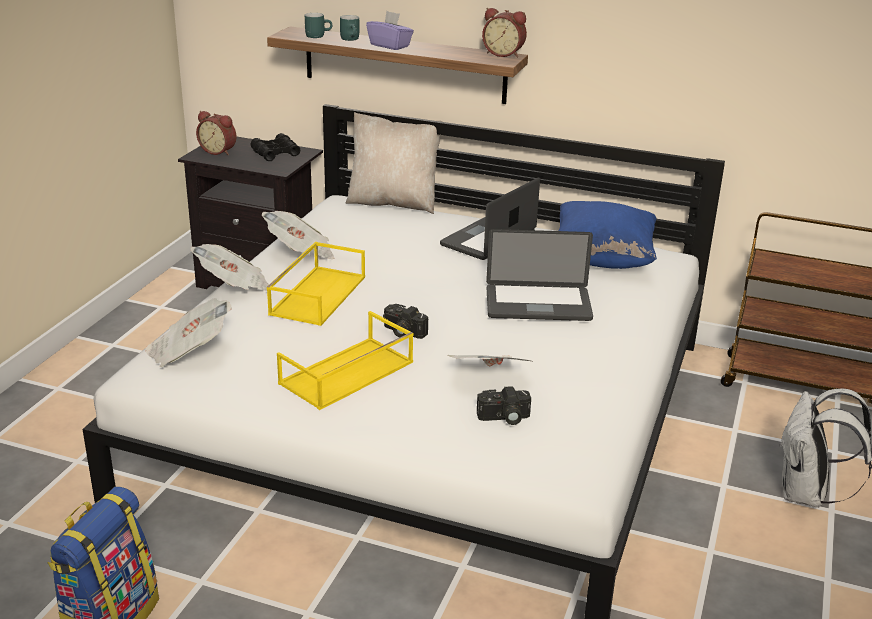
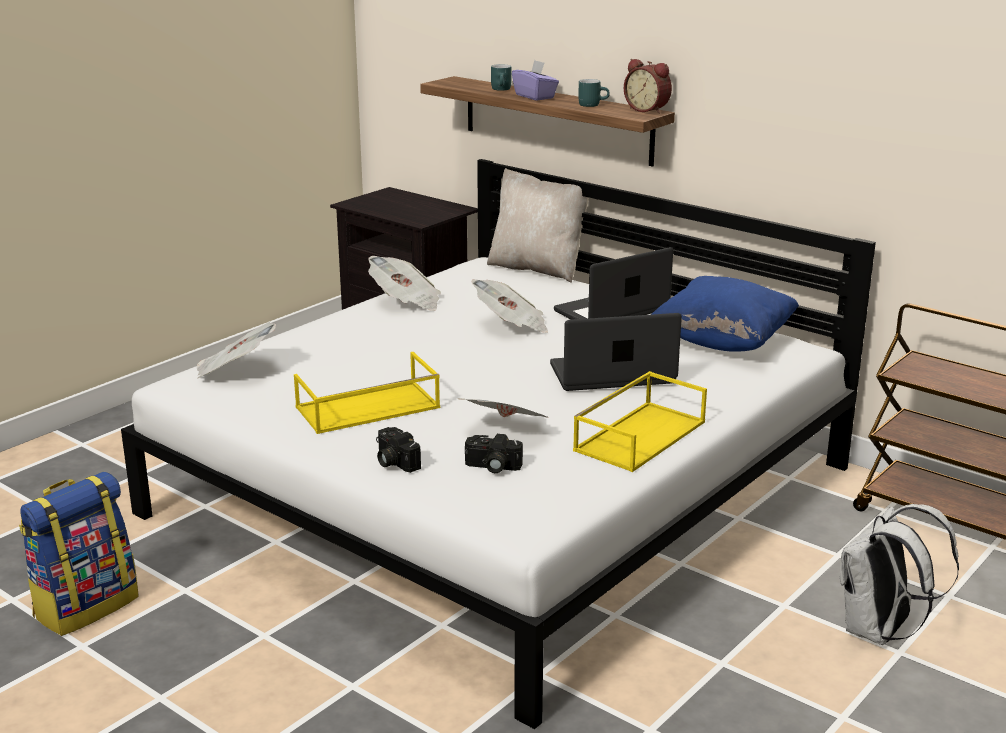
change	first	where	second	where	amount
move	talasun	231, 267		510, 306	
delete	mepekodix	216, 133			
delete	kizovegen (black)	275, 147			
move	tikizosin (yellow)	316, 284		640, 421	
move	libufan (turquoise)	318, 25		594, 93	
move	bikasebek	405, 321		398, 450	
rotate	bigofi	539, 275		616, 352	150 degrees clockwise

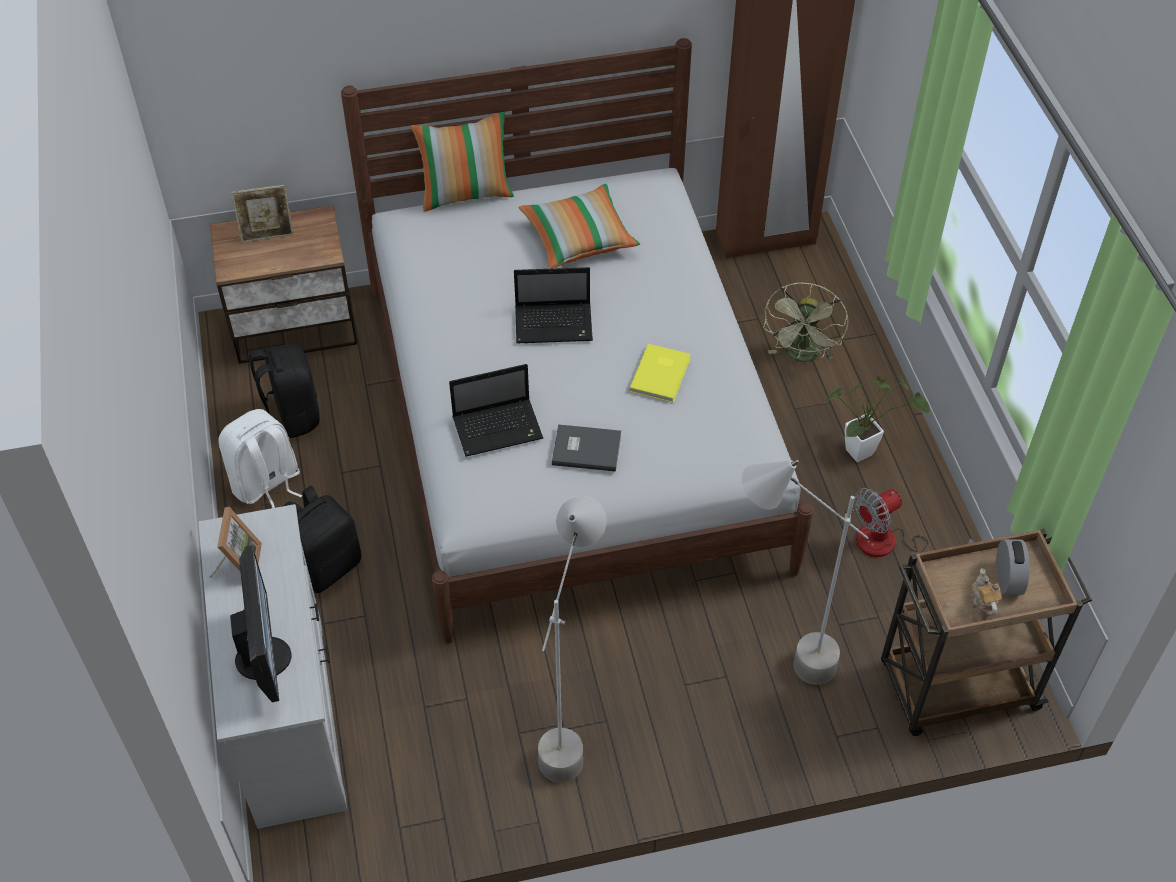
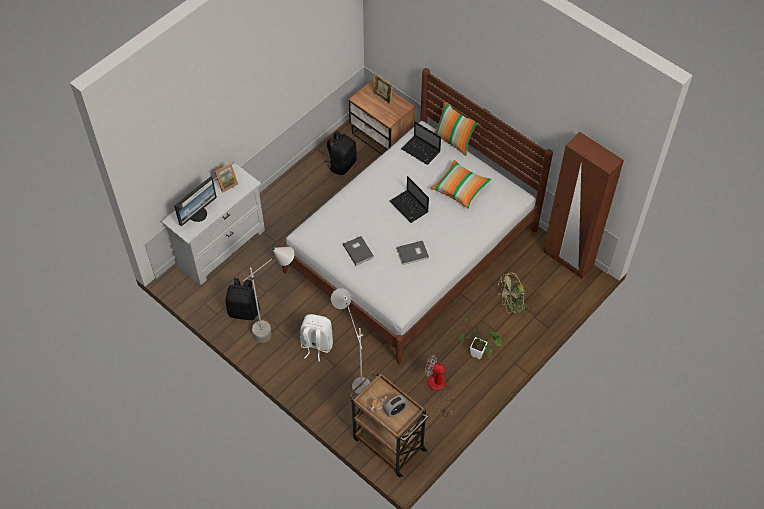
change	first	where	second	where	amount
move	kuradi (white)	260, 458		316, 337	
move	kuradi (black)	322, 539		242, 299	
move	bigofi	496, 410		421, 143	
recolor	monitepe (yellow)	660, 373	monitepe (grey)	412, 253	

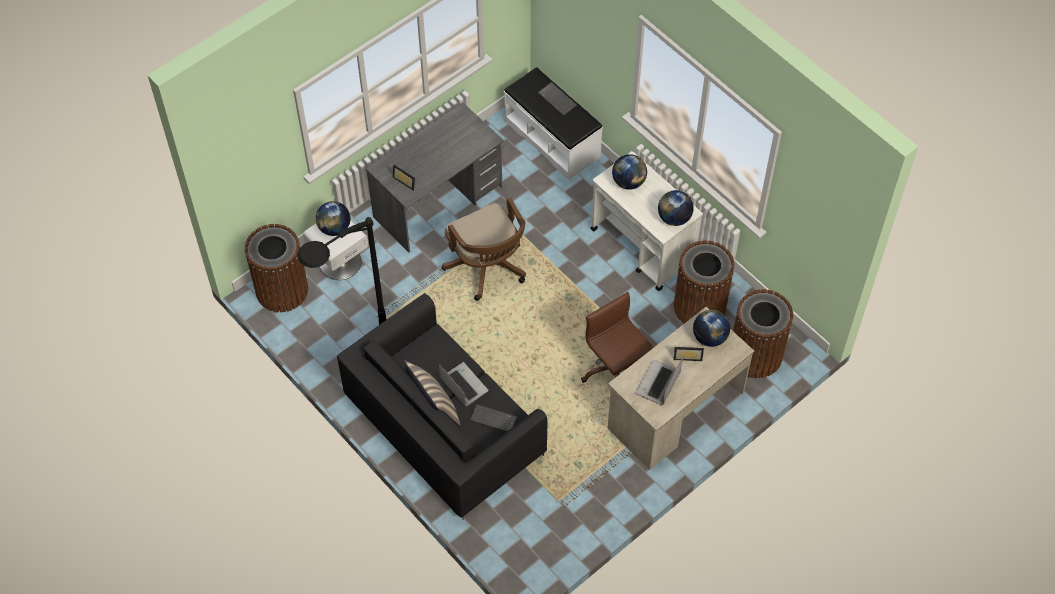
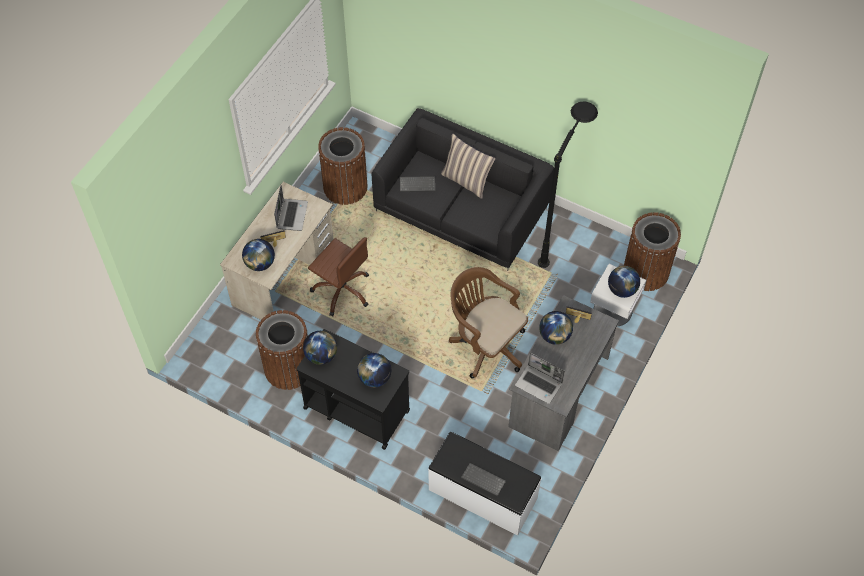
change	first	where	second	where	amount
move	bigofi	464, 384		540, 378	
recolor	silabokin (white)	646, 221	silabokin (black)	353, 389	
move	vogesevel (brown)	763, 333		343, 166	
insert			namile	556, 328	

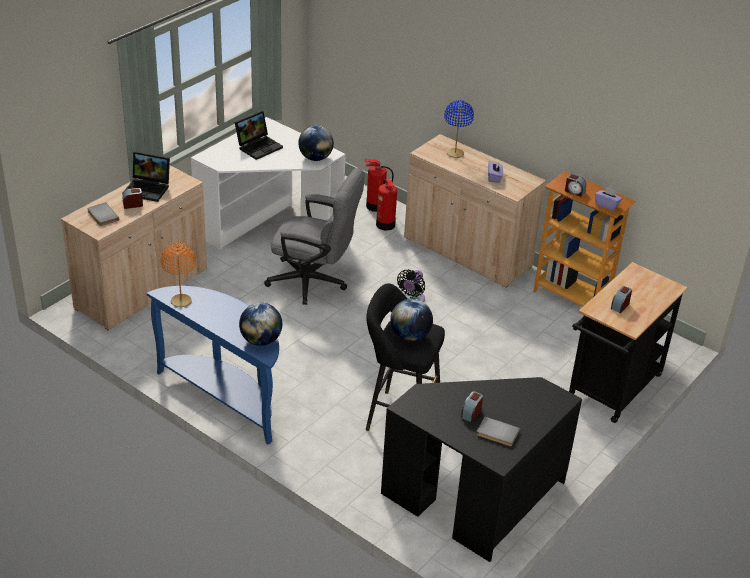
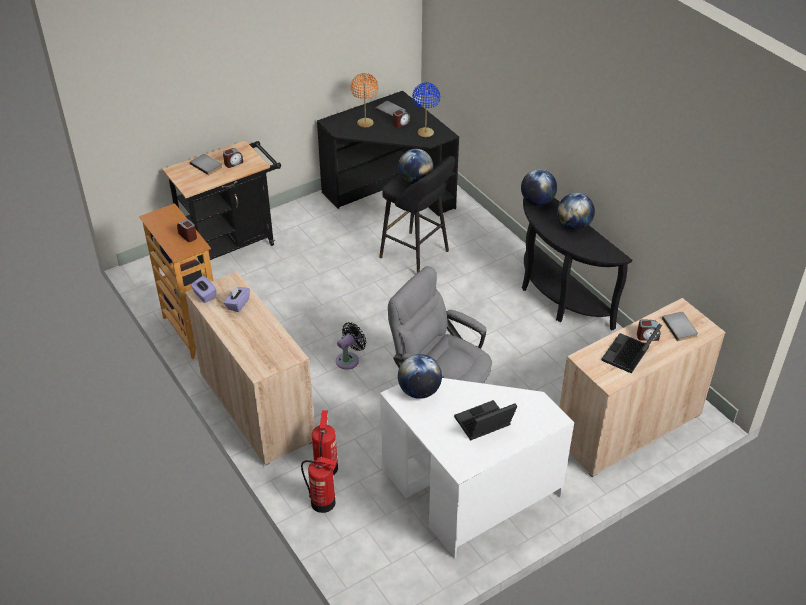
change	first	where	second	where	amount
rotate	bigofi	146, 176		631, 349	90 degrees counterclockwise
recolor	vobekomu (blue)	213, 365	vobekomu (black)	577, 263	
move	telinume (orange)	178, 274		364, 100	
move	telinume (blue)	459, 129		426, 109	
move	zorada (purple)	608, 199		204, 289	
insert			monitepe (grey)	206, 164	
insert			namile	576, 211	

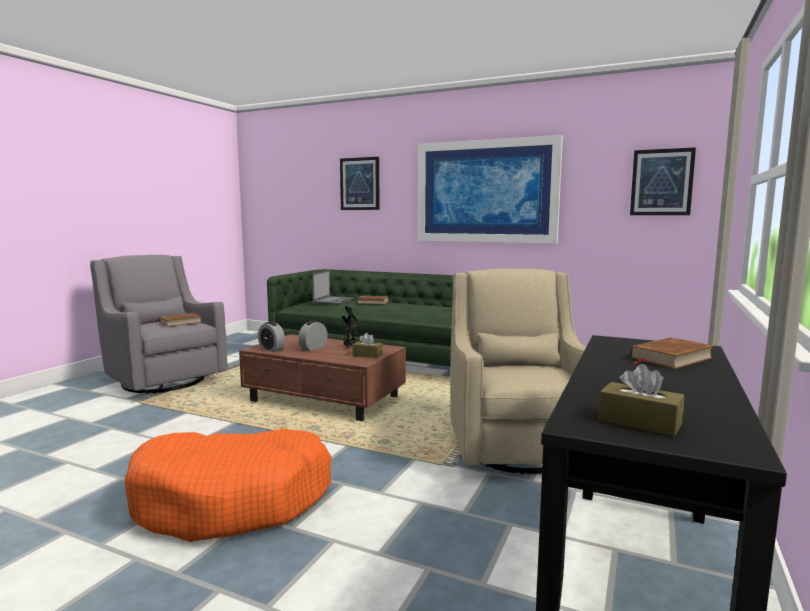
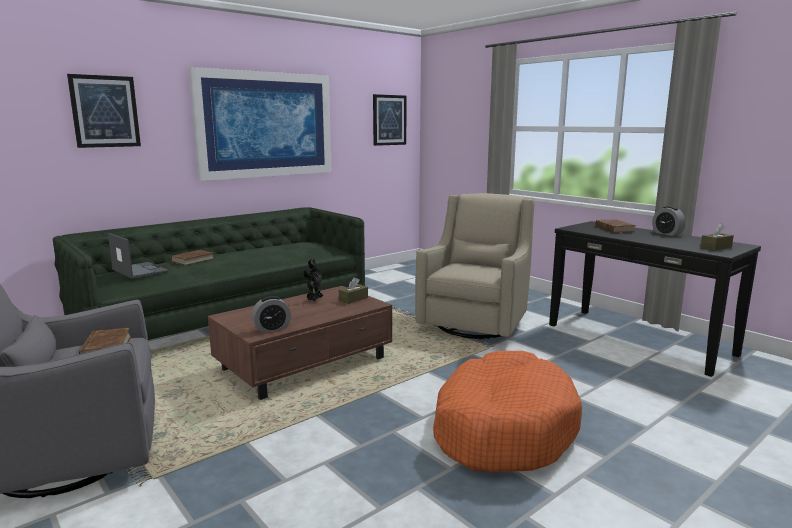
change	first	where	second	where	amount
move	mepekodix	313, 335		669, 221	
rotate	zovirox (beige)	518, 371		475, 266	90 degrees clockwise

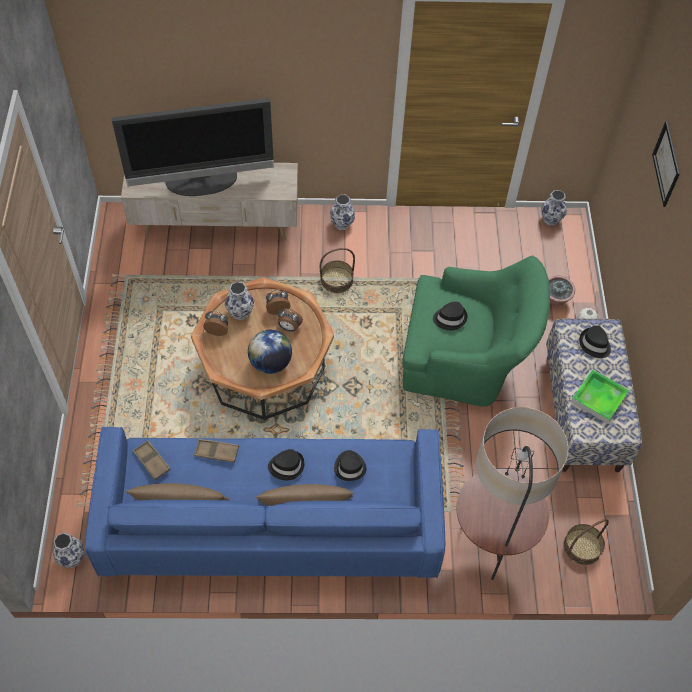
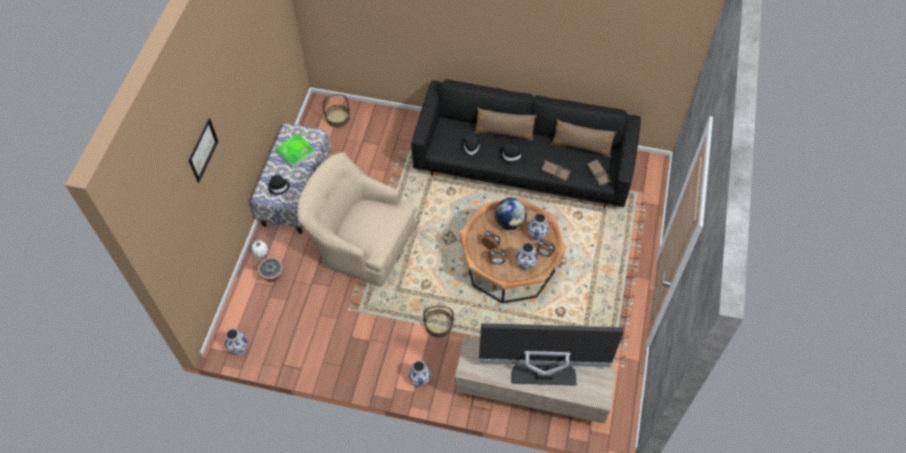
change	first	where	second	where	amount
move	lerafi	68, 550		538, 227	
recolor	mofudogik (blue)	265, 502	mofudogik (black)	526, 143	
recolor	zovirox (green)	476, 331	zovirox (beige)	356, 219	
delete	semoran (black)	450, 316			
delete	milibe	512, 493			

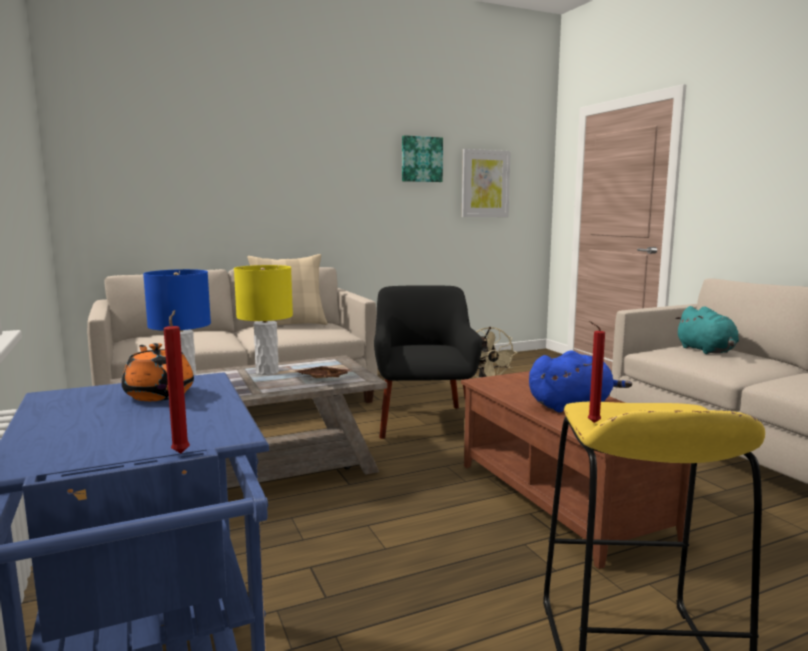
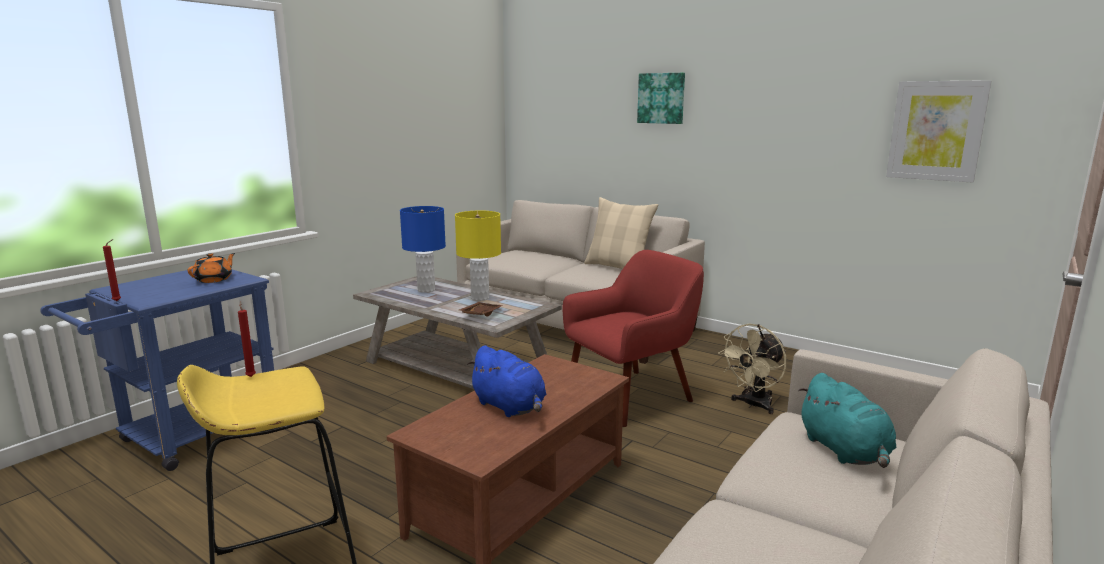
change	first	where	second	where	amount
recolor	zovirox (black)	428, 362	zovirox (red)	633, 338	
move	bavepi	422, 158		661, 98	
rotate	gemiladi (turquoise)	707, 330		847, 420	60 degrees counterclockwise

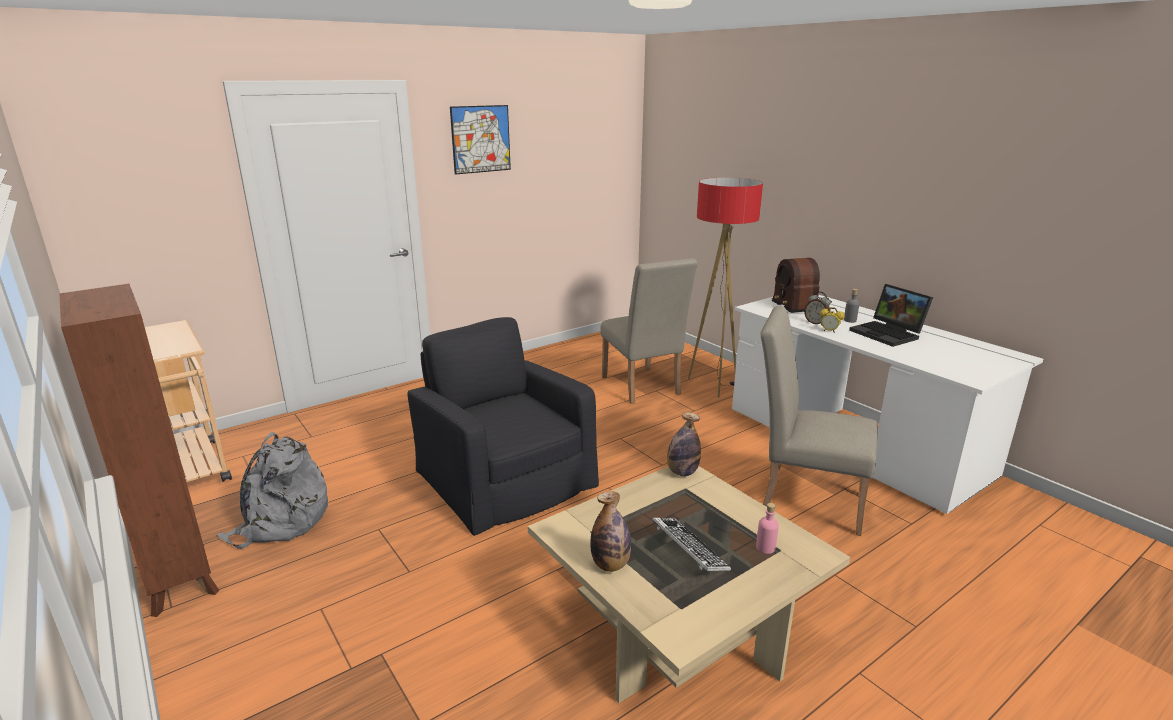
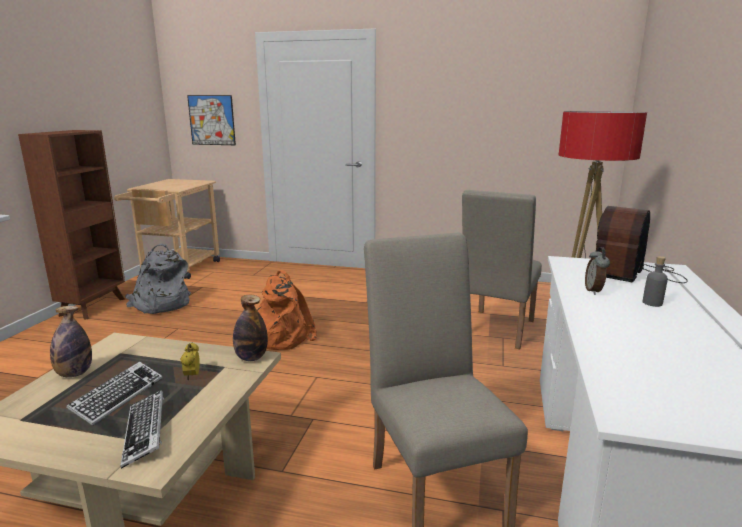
change	first	where	second	where	amount
replace	zovirox (black)	503, 426	kuradi (orange)	287, 310	
move	bavepi	480, 140		211, 120	
replace	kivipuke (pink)	767, 528	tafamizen	142, 429	
move	mepekodix	832, 320		190, 361	
delete	bigofi	891, 315			

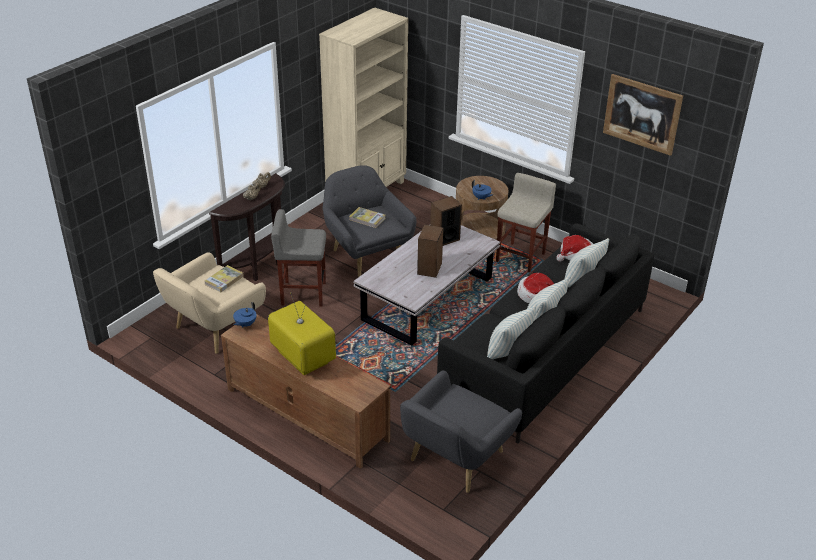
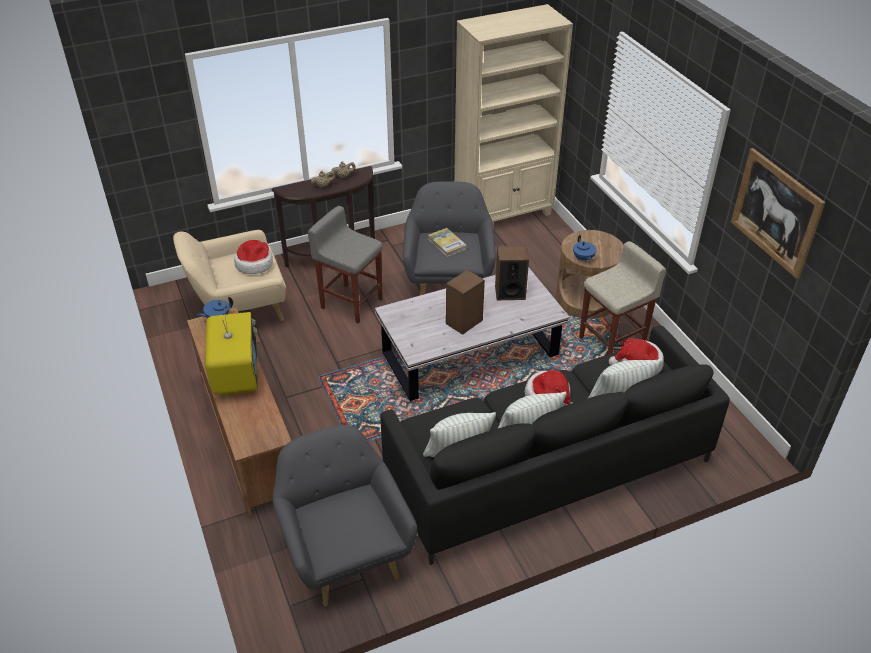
change	first	where	second	where	amount
replace	monitepe	224, 279	semoran	253, 257	
rotate	zovirox (grey)	461, 432		345, 515	90 degrees clockwise

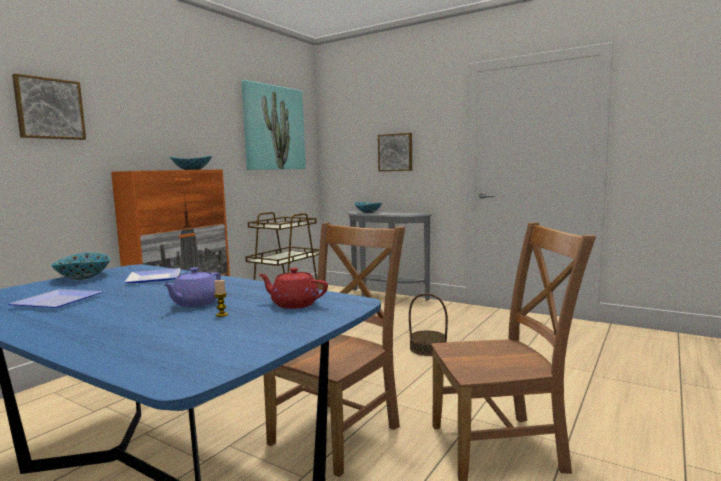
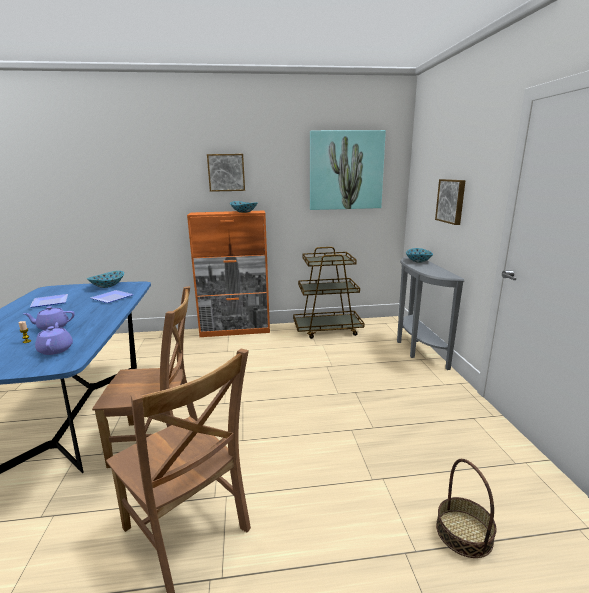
change	first	where	second	where	amount
move	bavepi	49, 106		226, 173	
recolor	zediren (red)	293, 288	zediren (purple)	54, 338	
move	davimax	428, 324		466, 508	

